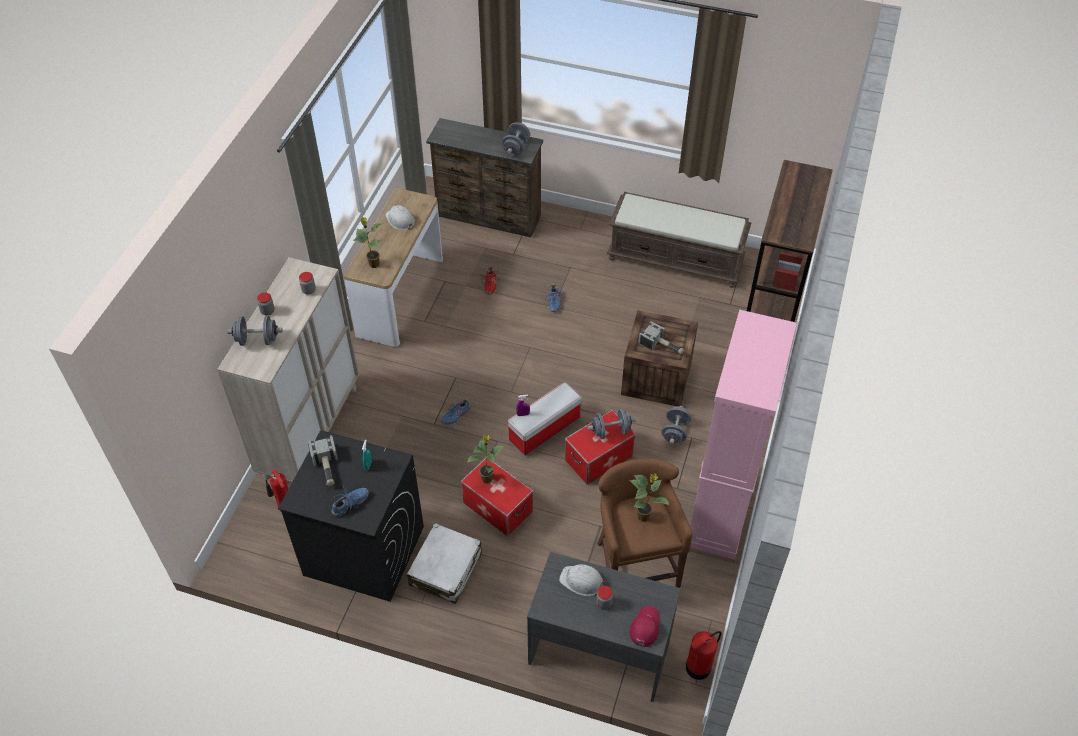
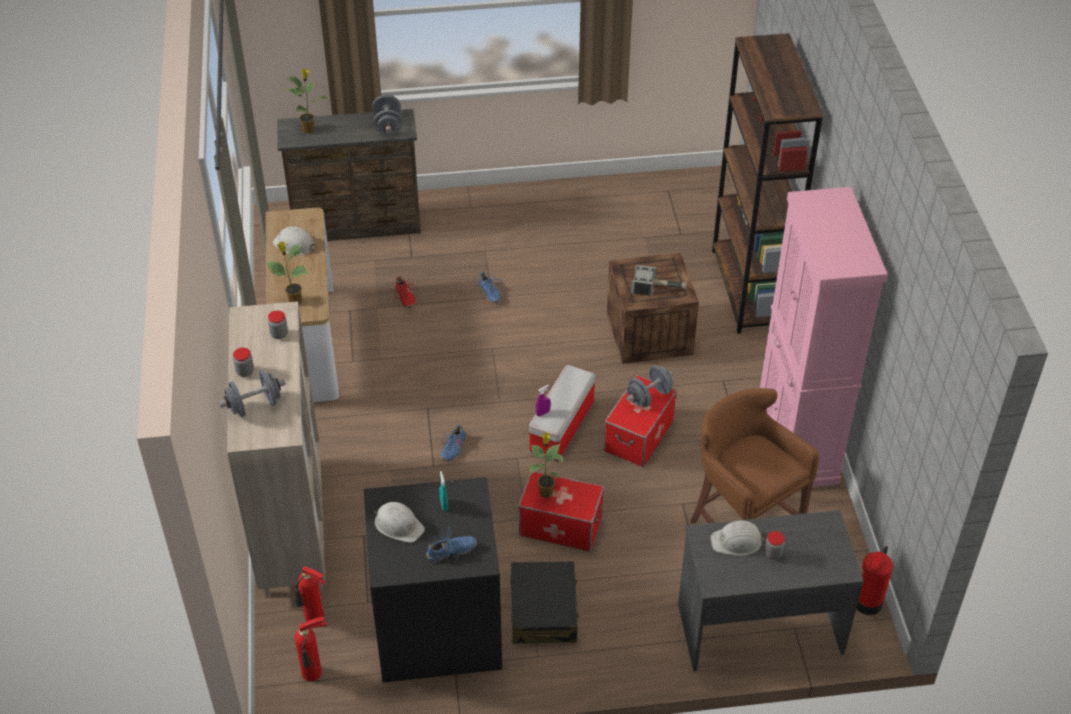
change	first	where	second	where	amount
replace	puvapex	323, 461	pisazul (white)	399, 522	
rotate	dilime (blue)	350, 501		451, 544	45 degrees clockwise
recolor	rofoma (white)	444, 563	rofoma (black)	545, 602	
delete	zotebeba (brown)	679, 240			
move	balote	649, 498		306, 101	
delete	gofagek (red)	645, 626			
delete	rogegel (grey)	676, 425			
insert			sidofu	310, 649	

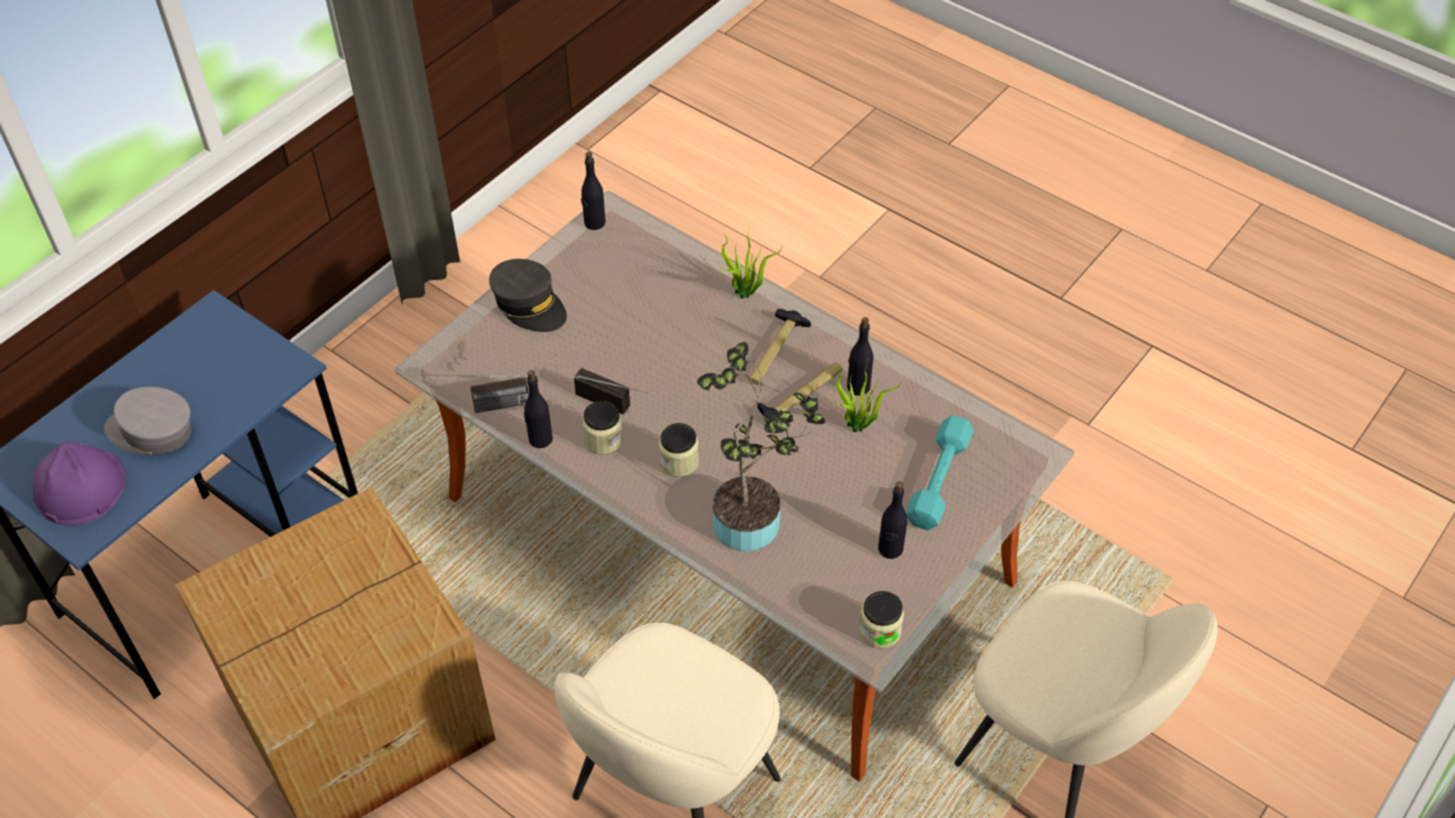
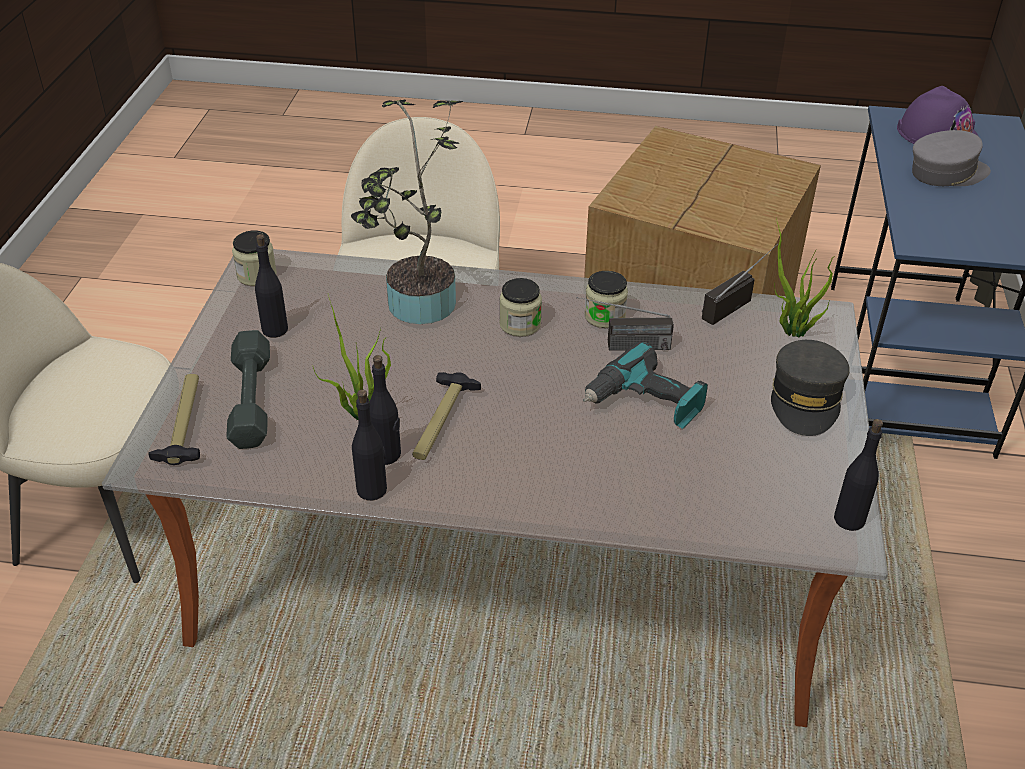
change	first	where	second	where	amount
rotate	gofagek (grey)	528, 295		810, 388	90 degrees counterclockwise
move	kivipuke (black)	538, 409		369, 445	
move	balote	750, 261		804, 278	
move	puvapex	780, 347		174, 419	
recolor	rogegel (turquoise)	940, 472	rogegel (grey)	248, 389	
insert			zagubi	645, 385	

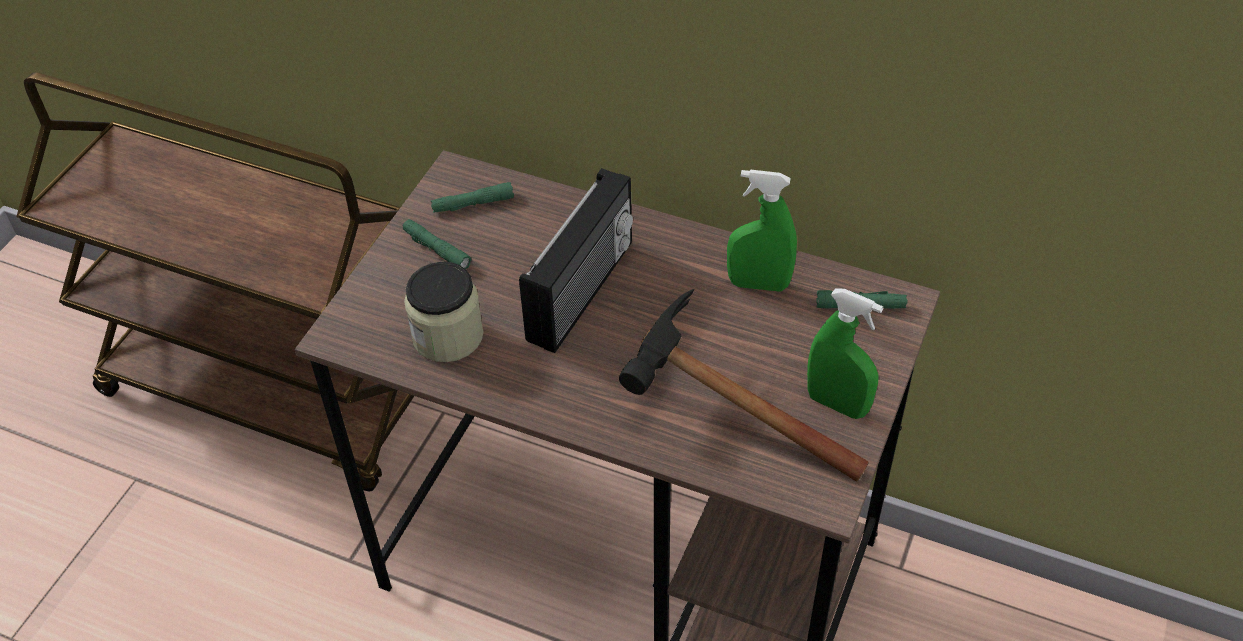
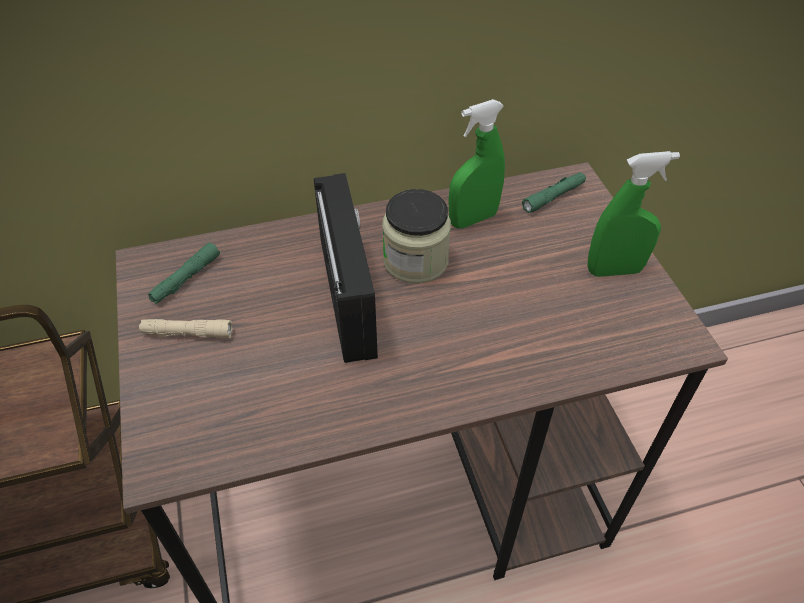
change	first	where	second	where	amount
recolor	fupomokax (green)	436, 244	fupomokax (beige)	186, 328	
move	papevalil	443, 312		416, 236	
delete	puvapex	744, 385			

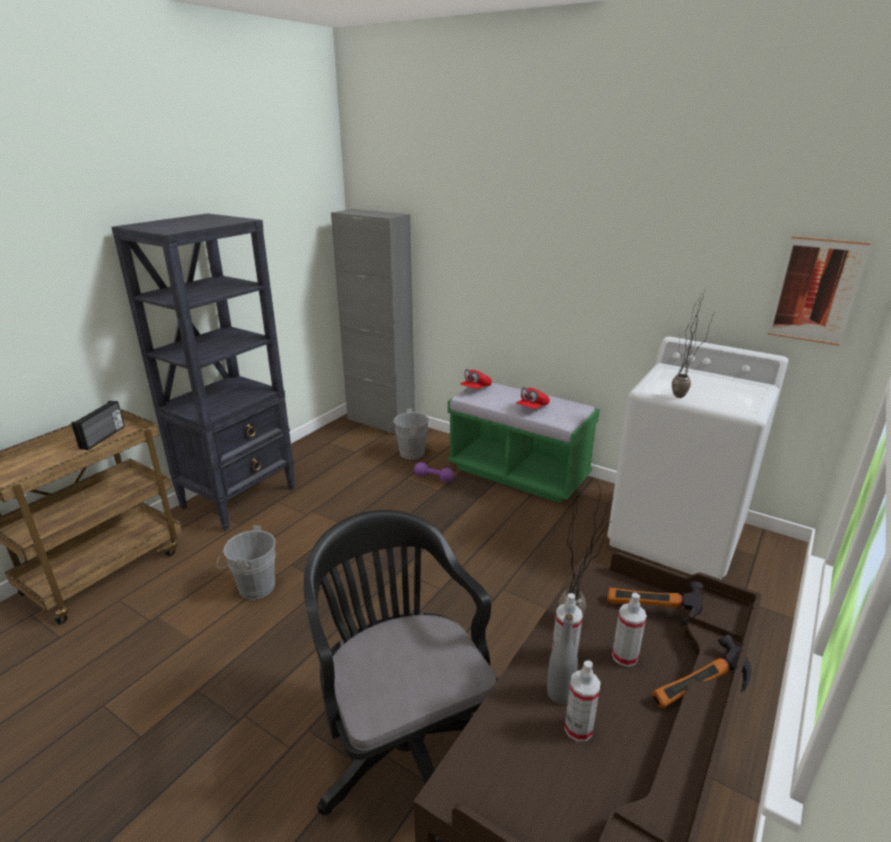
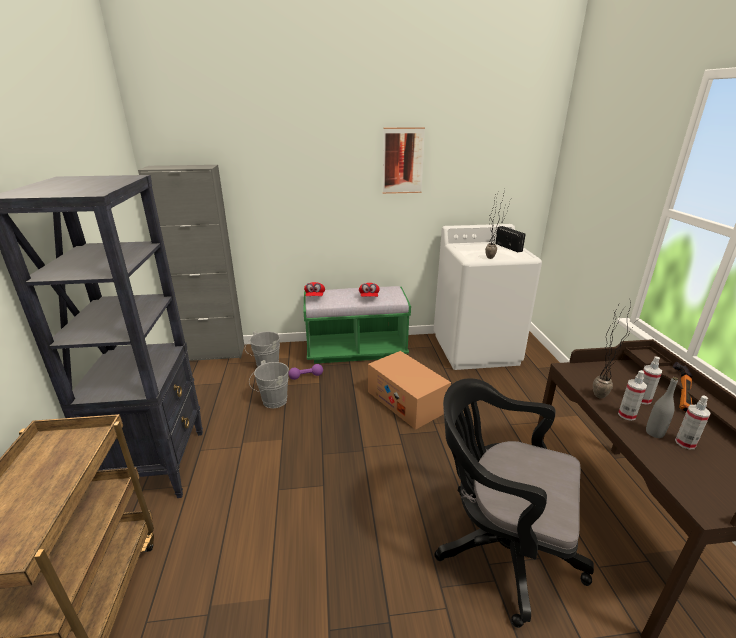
change	first	where	second	where	amount
move	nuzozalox	98, 425		510, 239	
move	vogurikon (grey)	246, 563		269, 384	
delete	puvapex	655, 603			
move	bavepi	819, 291		404, 160	
insert			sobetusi	409, 390	

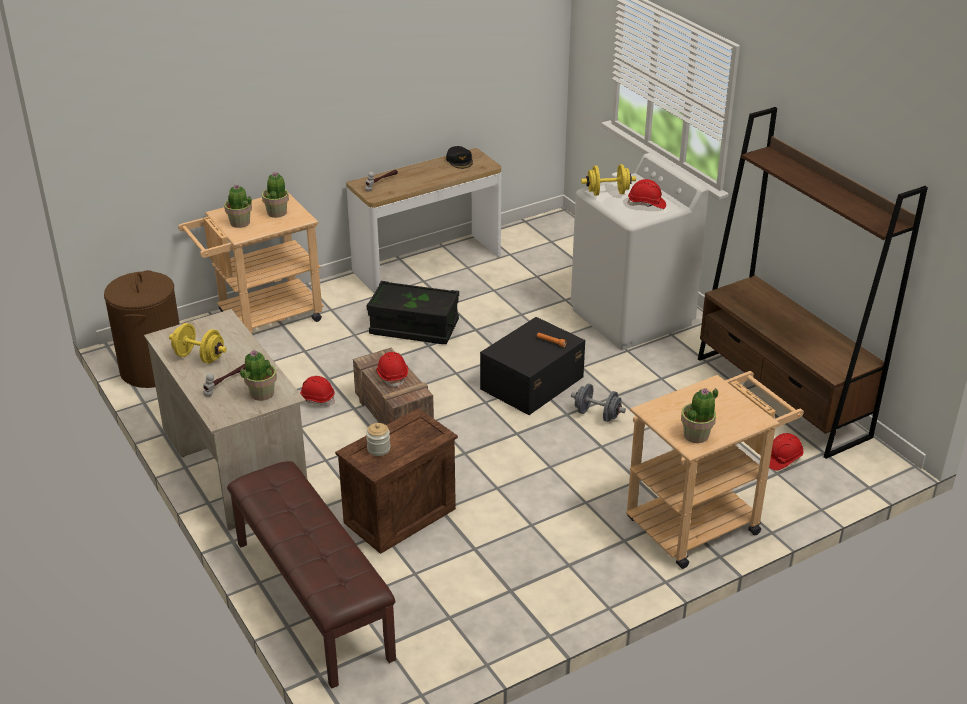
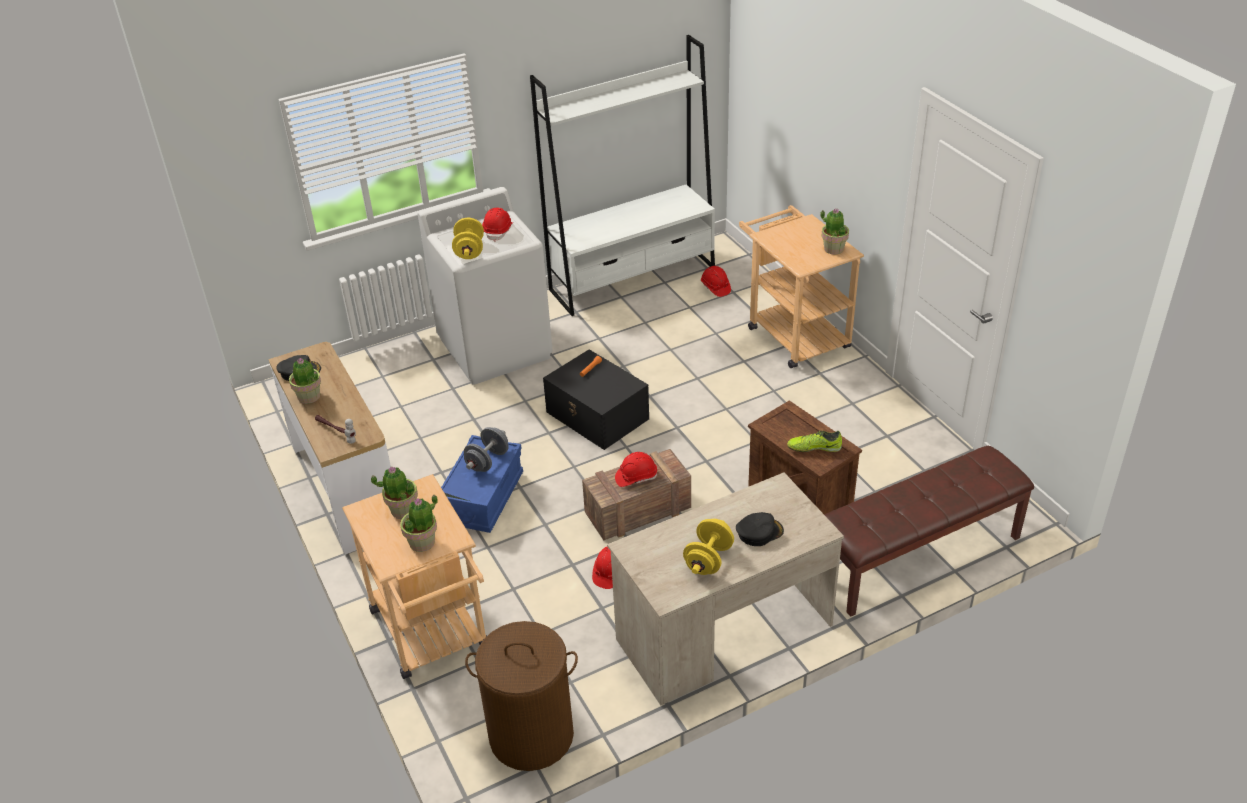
change	first	where	second	where	amount
replace	puvapex	224, 380	gofagek (black)	760, 529	
move	balote	258, 375		305, 381	
replace	papevalil	378, 439	dilime	814, 441	
recolor	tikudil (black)	413, 312	tikudil (blue)	482, 484	
move	rogegel (grey)	598, 402		486, 449	
recolor	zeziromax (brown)	813, 283	zeziromax (white)	622, 175	

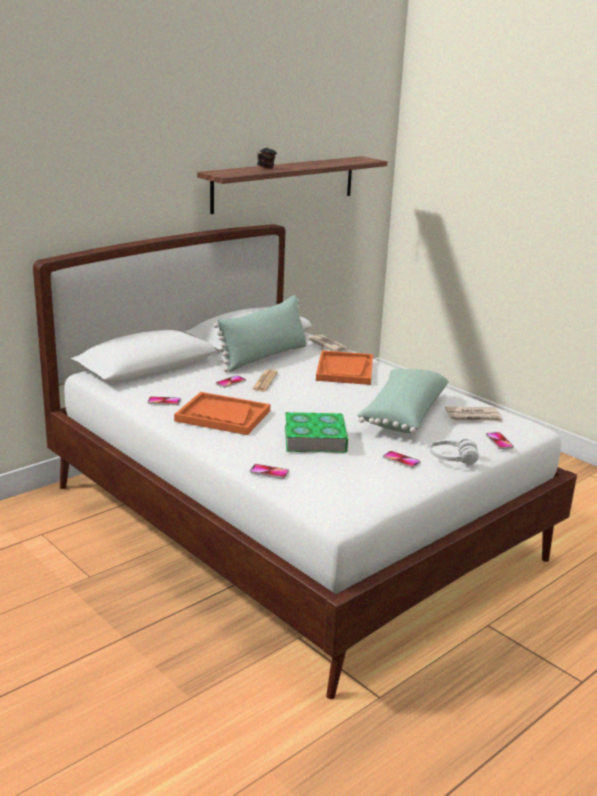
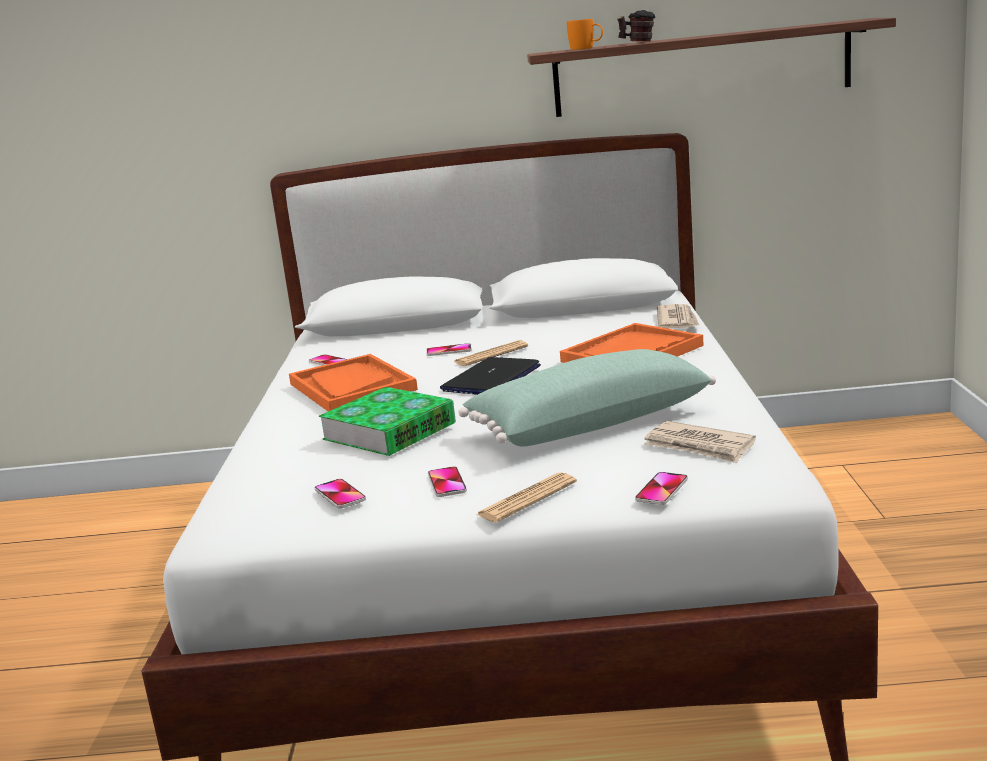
change	first	where	second	where	amount
delete	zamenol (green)	260, 333			
move	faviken	269, 471		340, 493	
replace	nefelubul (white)	454, 452	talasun	526, 497	
insert			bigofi	490, 376	
insert			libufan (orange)	585, 34	

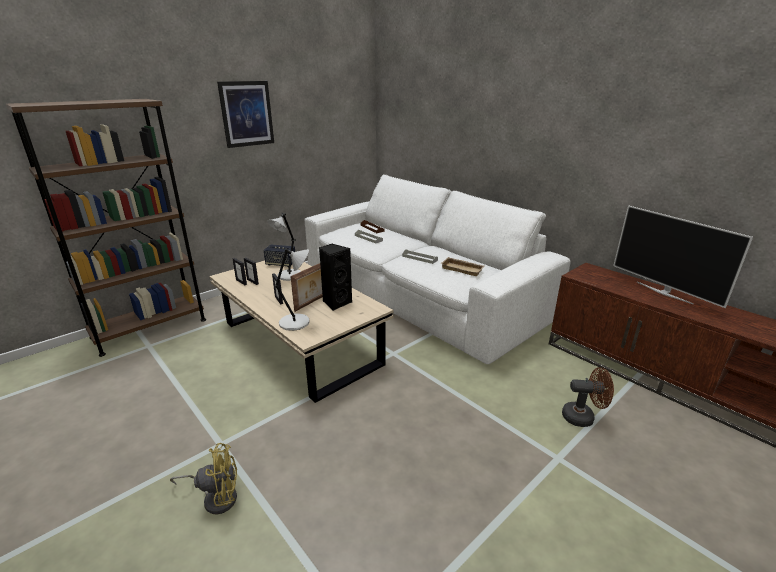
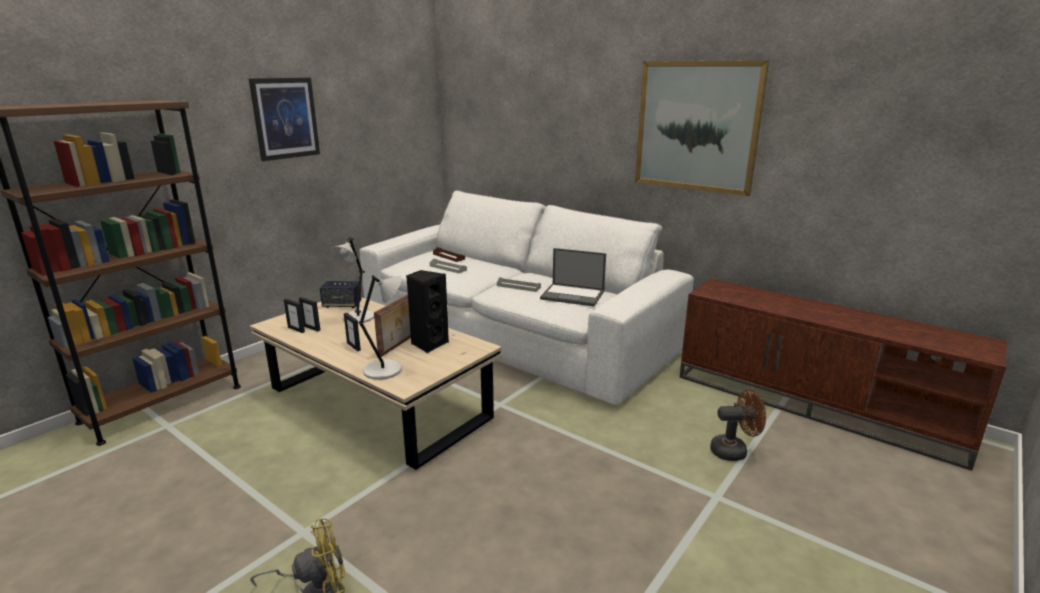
change	first	where	second	where	amount
replace	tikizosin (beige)	463, 266	bigofi	573, 277	
delete	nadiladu	683, 256			
insert			bavepi	702, 128	

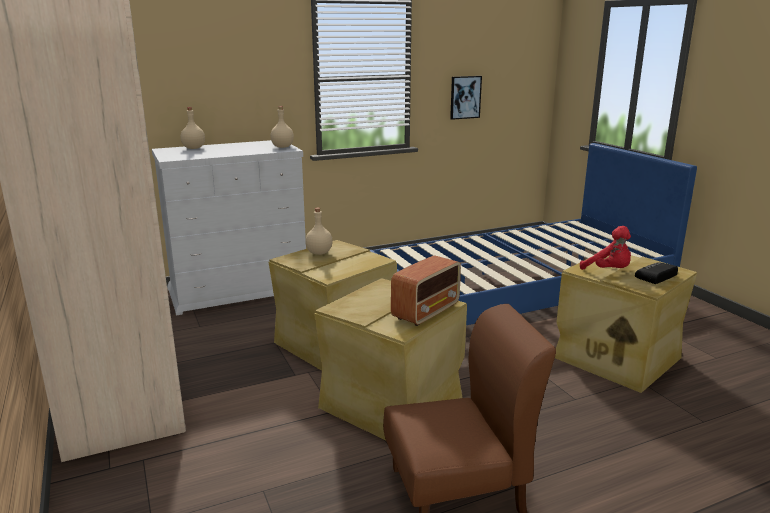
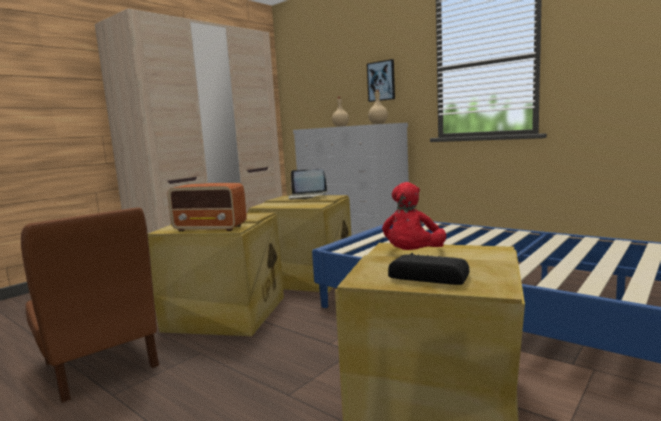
change	first	where	second	where	amount
replace	kivipuke (beige)	319, 231	bigofi	308, 184	
move	bavepi	466, 98		381, 80	

